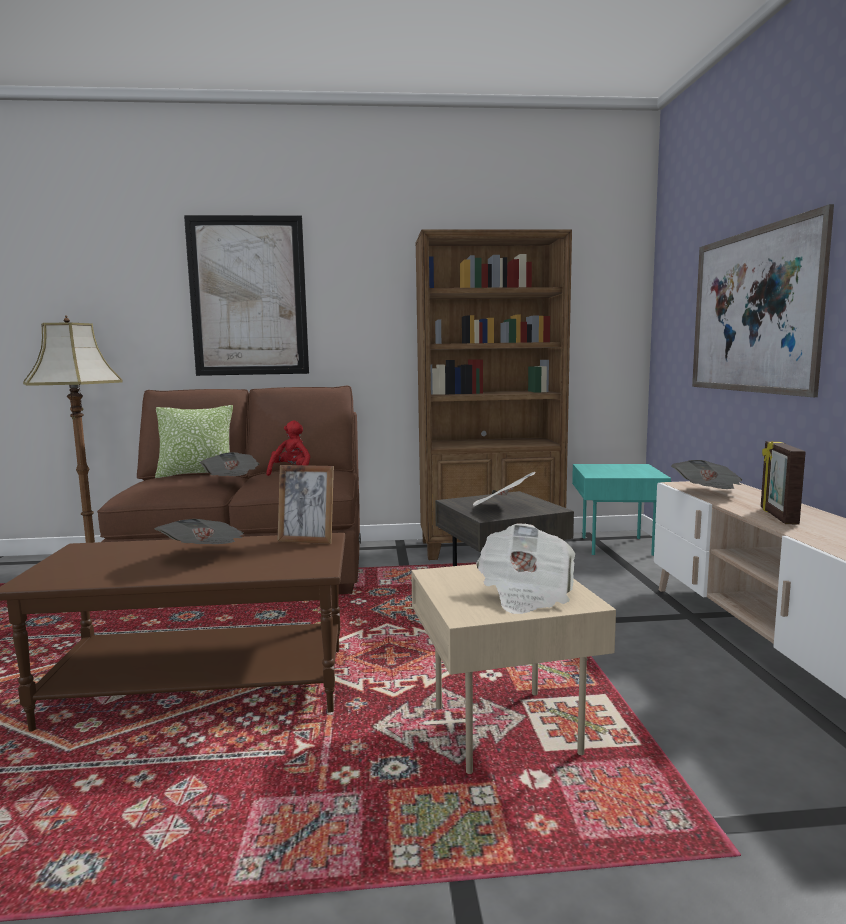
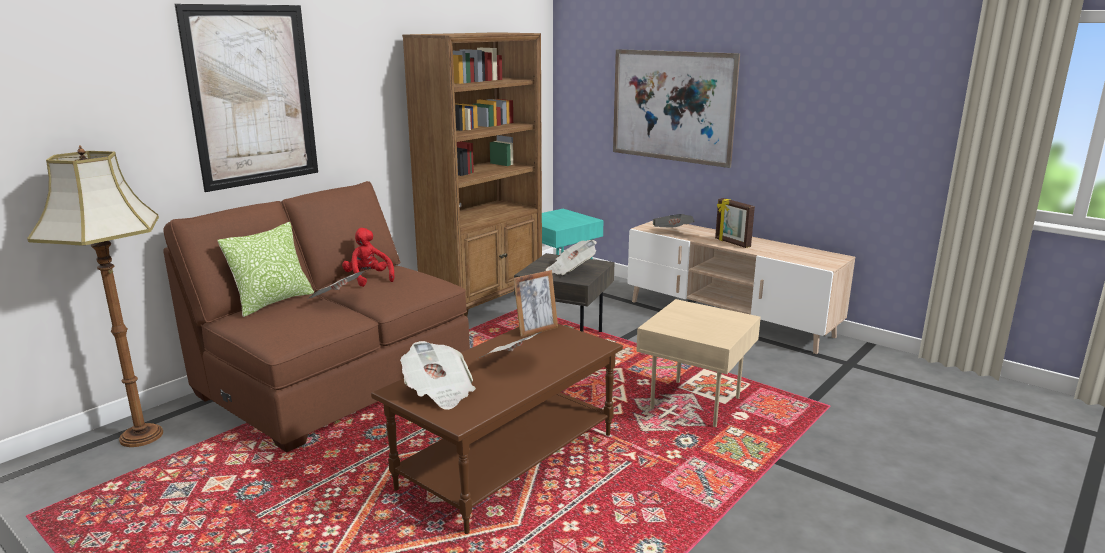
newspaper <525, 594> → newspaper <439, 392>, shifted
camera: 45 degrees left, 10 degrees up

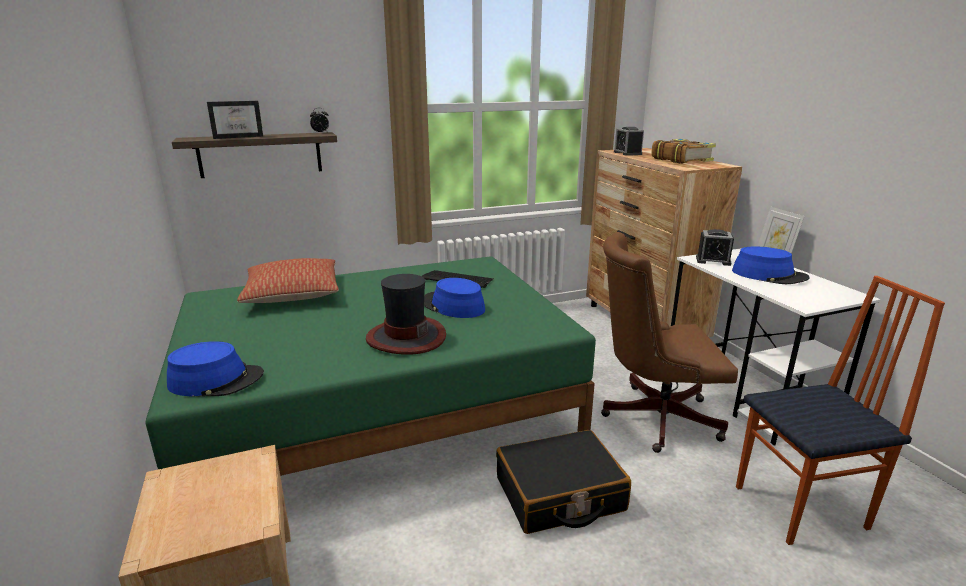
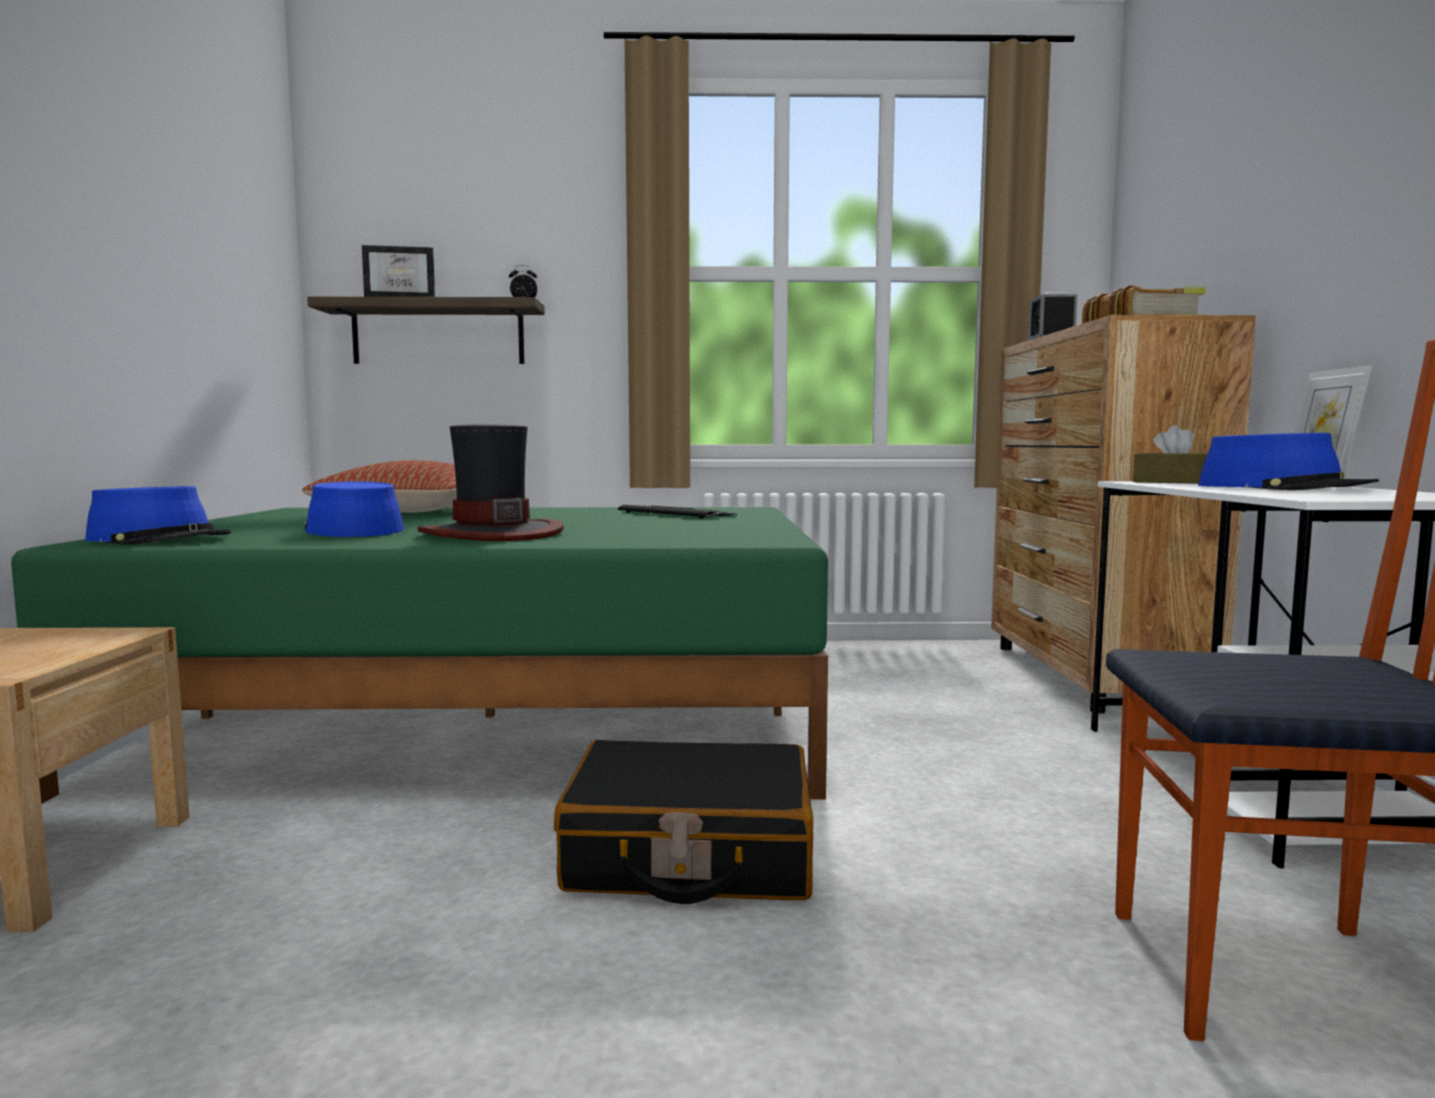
office chair (brown) <652, 417> → -
hat (blue) <453, 306> → hat (blue) <352, 530>, shifted
alarm clock <713, 260> → tissue box (brown) <1172, 482>
camera: 20 degrees right, 15 degrees down

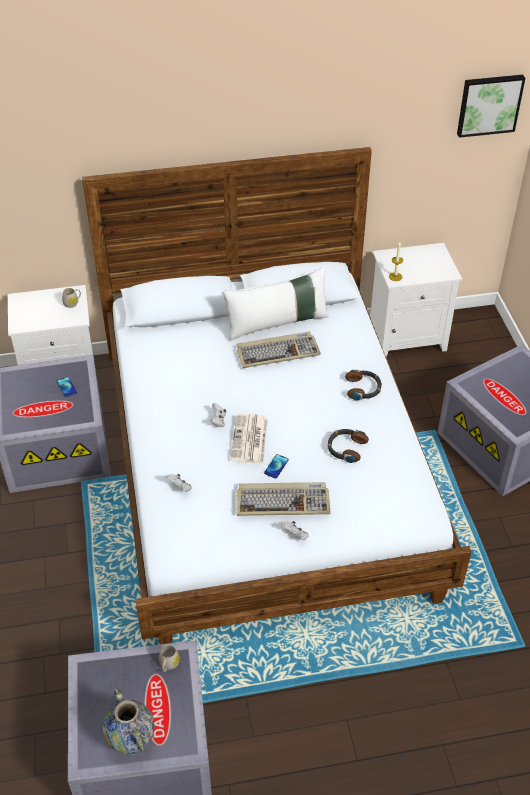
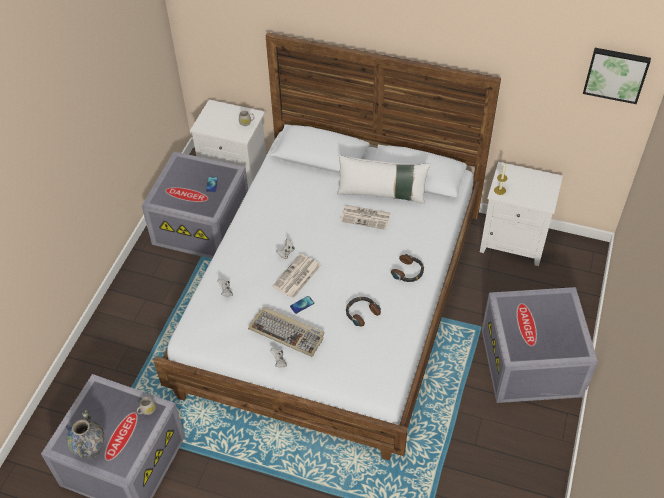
keyboard <278, 352> → newspaper <366, 217>
camera: 30 degrees right, 5 degrees up

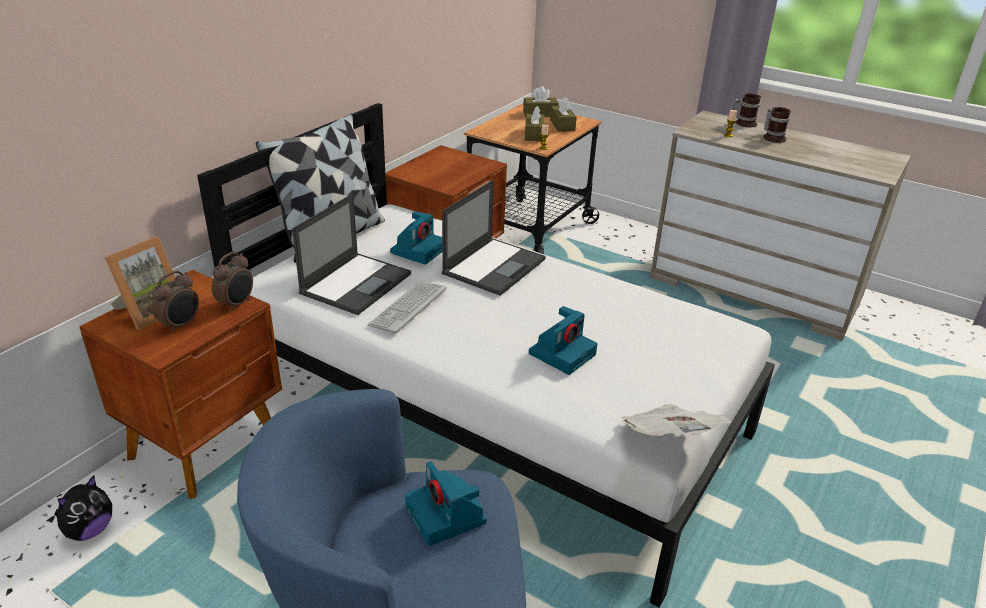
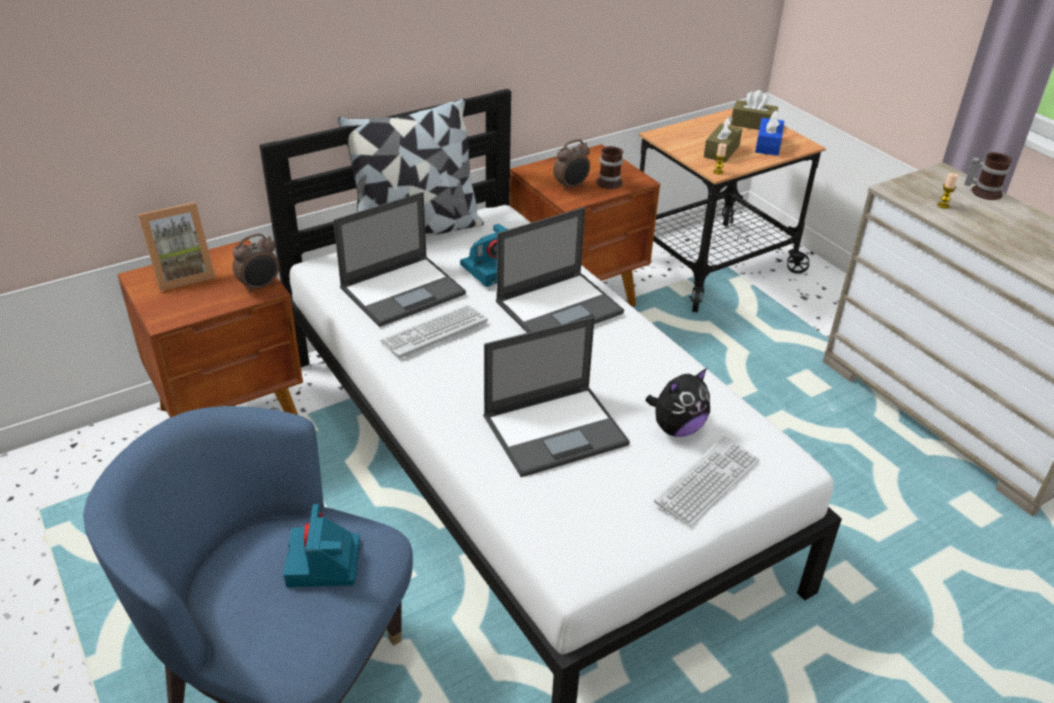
newspaper <669, 440> → -
- → keyboard <707, 482>
plush toy <89, 530> → plush toy <676, 428>, shifted
alarm clock <181, 325> → alarm clock <571, 187>, shifted
mug <774, 137> → mug <610, 181>, shifted
photo camera <562, 353> → laptop <556, 430>
tissue box (brown) <562, 125> → tissue box (blue) <768, 145>
camera: 25 degrees right, 5 degrees up

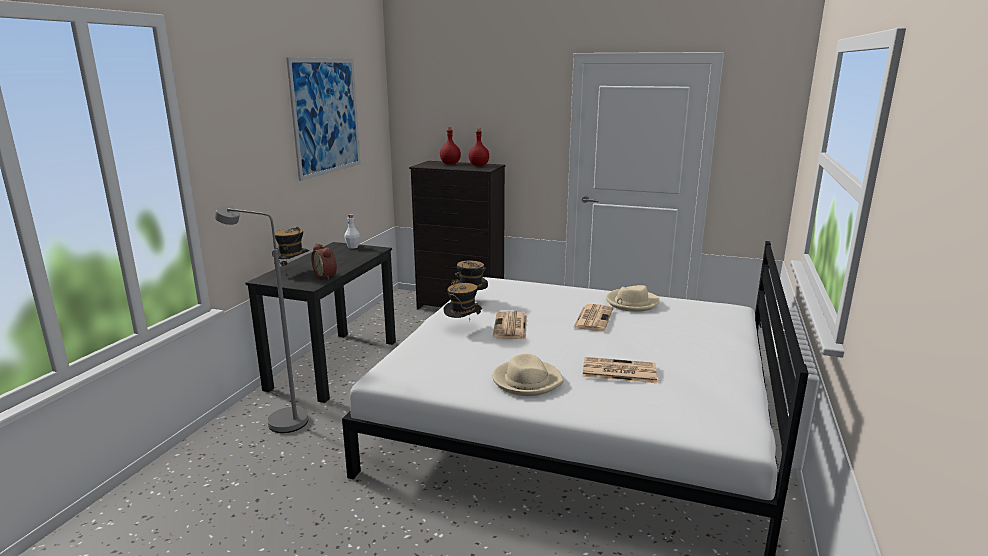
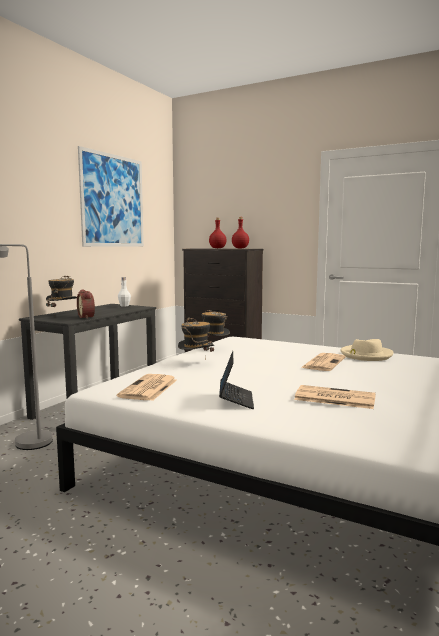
newspaper <510, 326> → newspaper <148, 388>, shifted
hat (beige) <527, 380> → laptop <236, 400>
camera: 10 degrees right, 10 degrees down

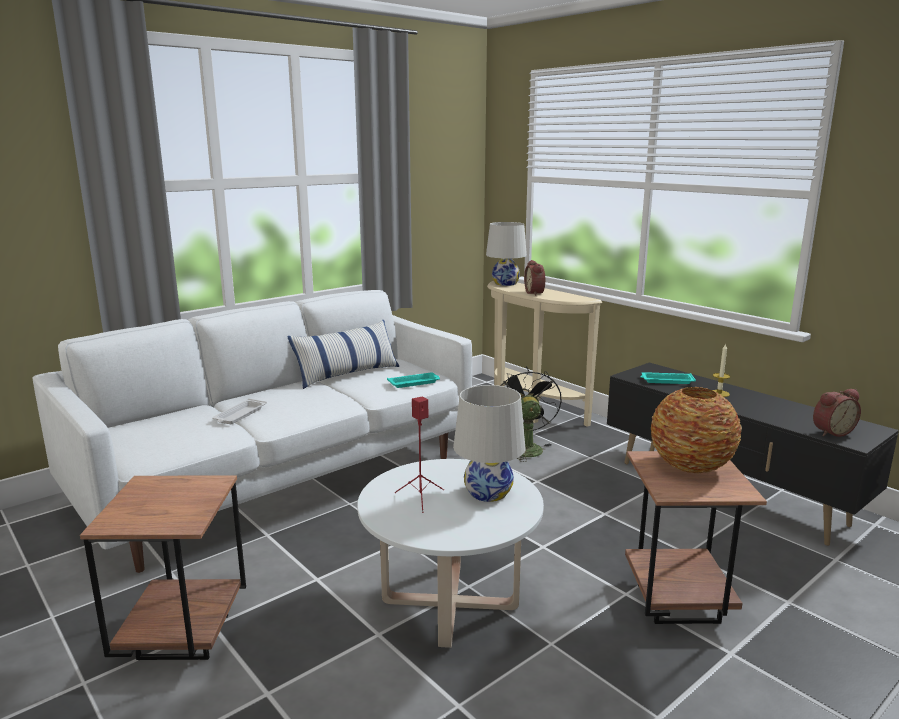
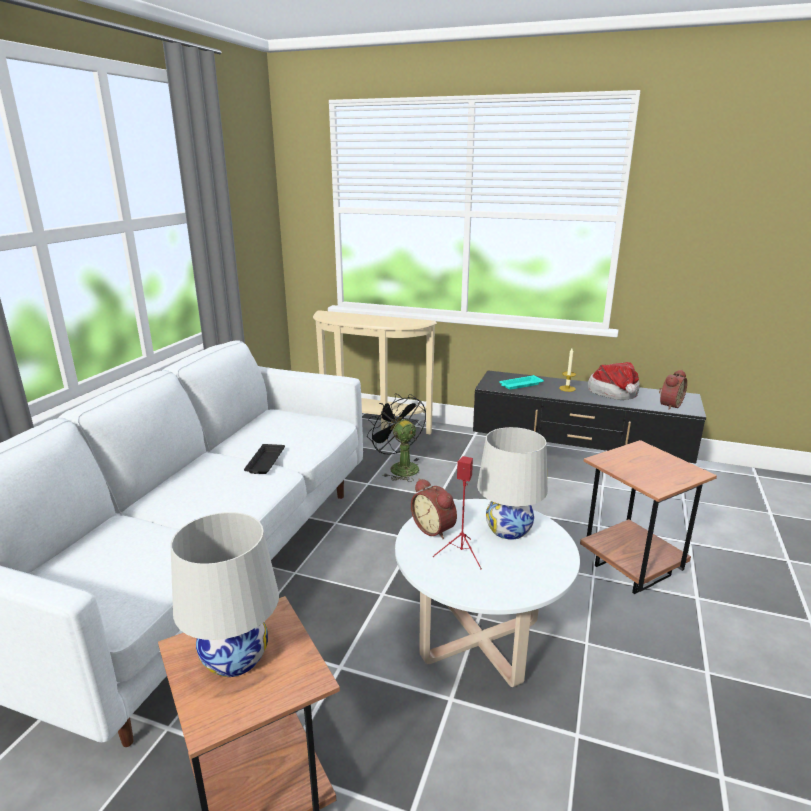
tray (white) <239, 415> → -
pillow <347, 374> → -
tray (turquoise) <414, 383> → -
vase <690, 465> → -
- → tray (black) <265, 463>
- → hat <614, 394>
table lamp (white) <505, 283> → table lamp (white) <235, 657>, shifted
alarm clock <536, 293> → alarm clock <435, 529>, shifted
camera: 30 degrees left, 5 degrees up

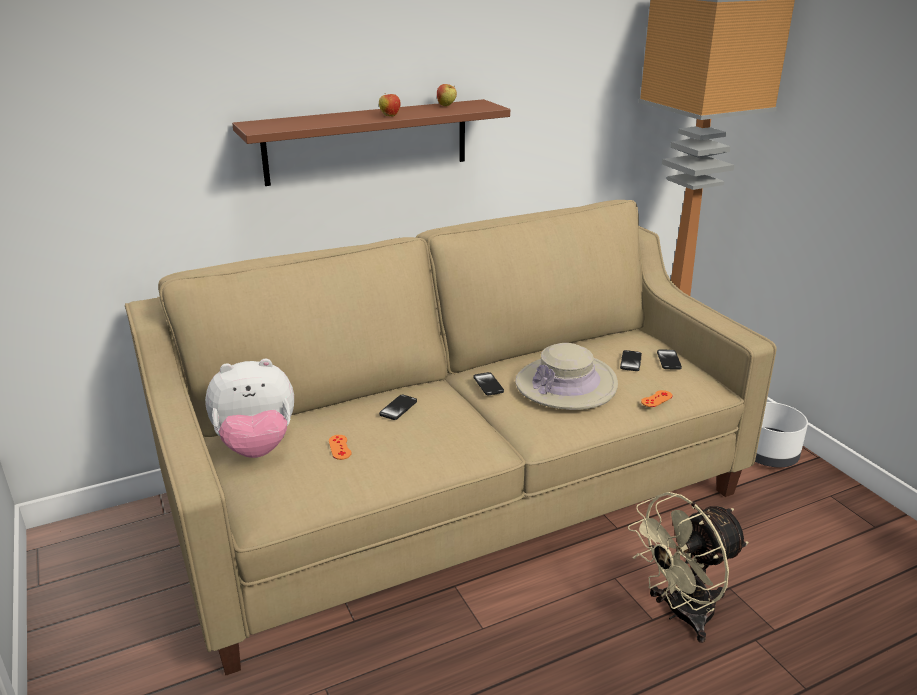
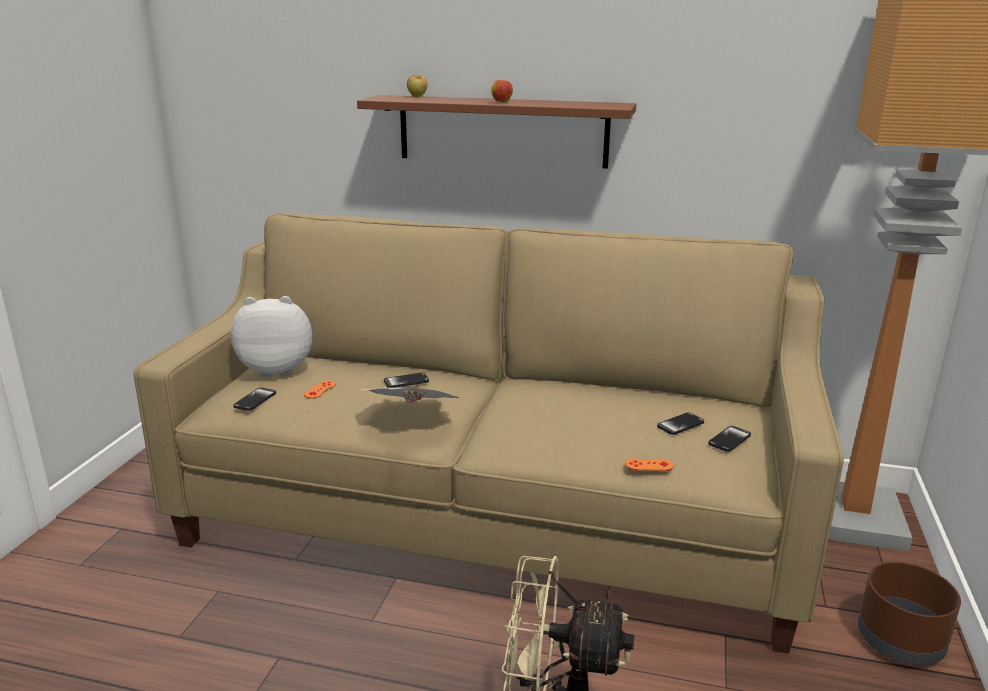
hat (beige) <566, 384> → -
- → newspaper <413, 417>
apple <446, 105> → apple <417, 97>, shifted
phone <488, 385> → phone <255, 400>, shifted
planter (white) <769, 455> → planter (brown) <901, 641>
plush toy <256, 446> → plush toy <277, 369>, 150 degrees clockwise
camera: 40 degrees right, 5 degrees down

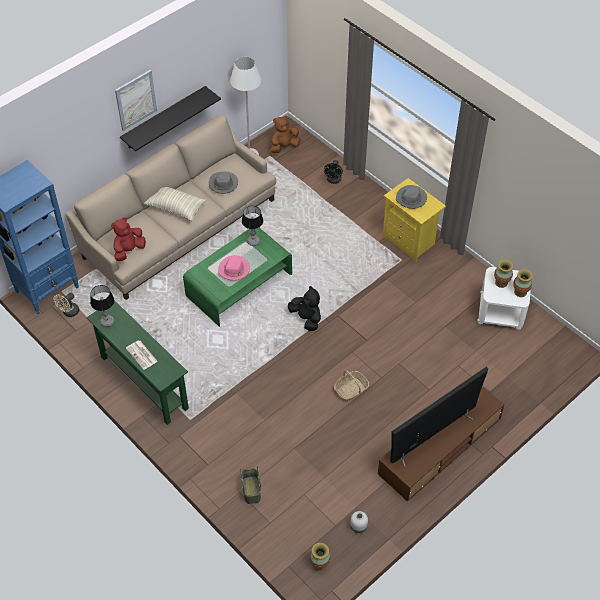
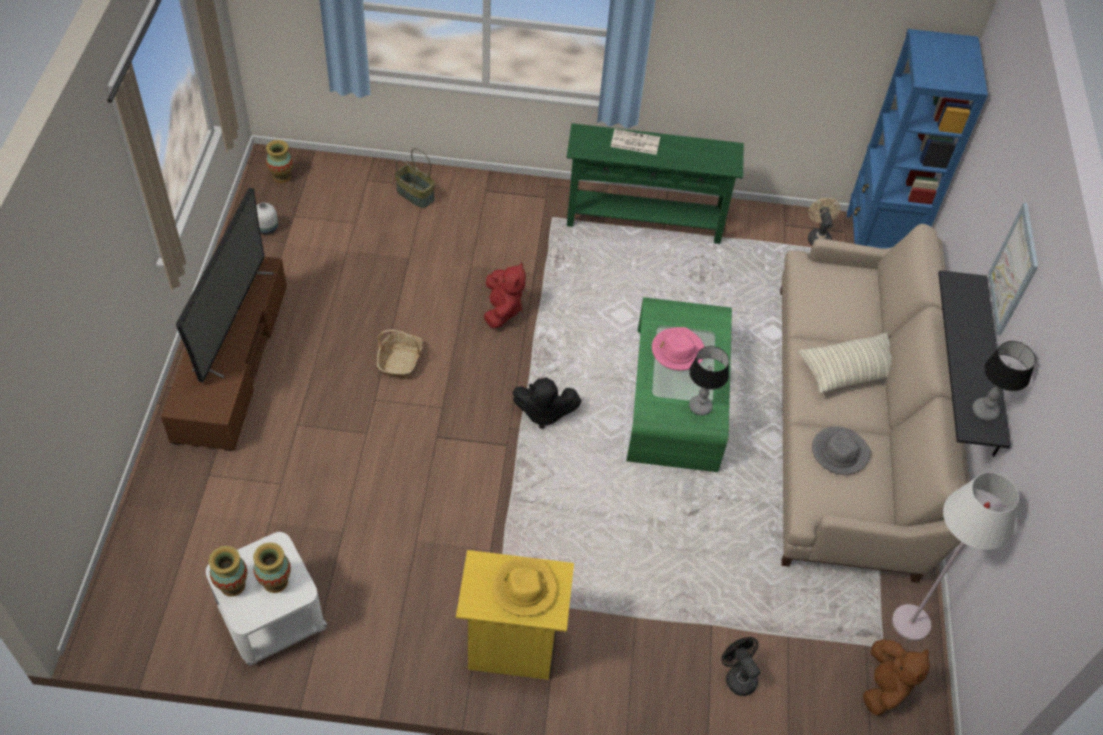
table lamp <107, 322> → table lamp <984, 411>, shifted
plush toy (red) <129, 250> → plush toy (red) <502, 309>, shifted
hat (grey) <411, 198> → hat (yellow) <524, 588>
camera: 135 degrees right, 0 degrees up

